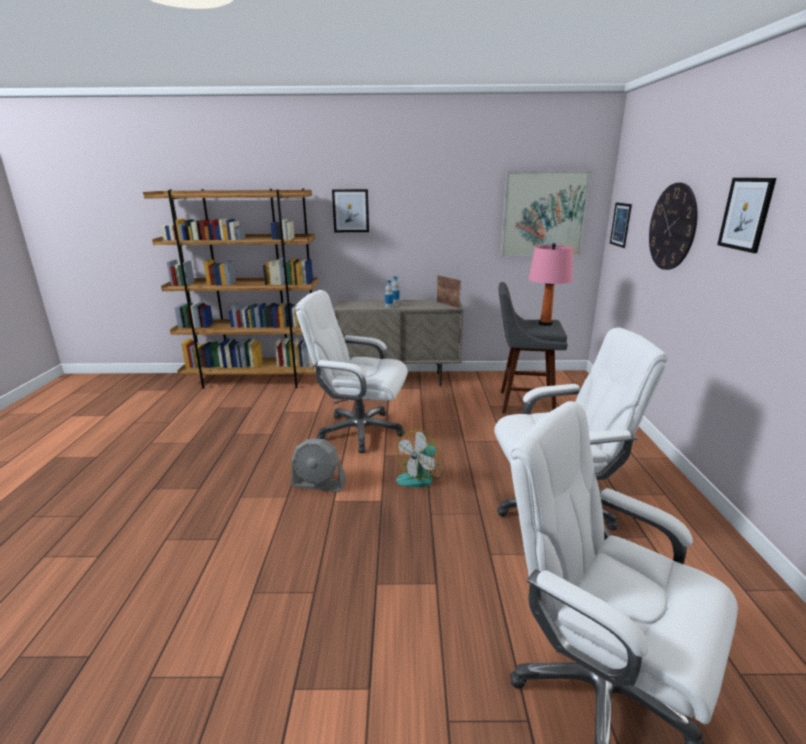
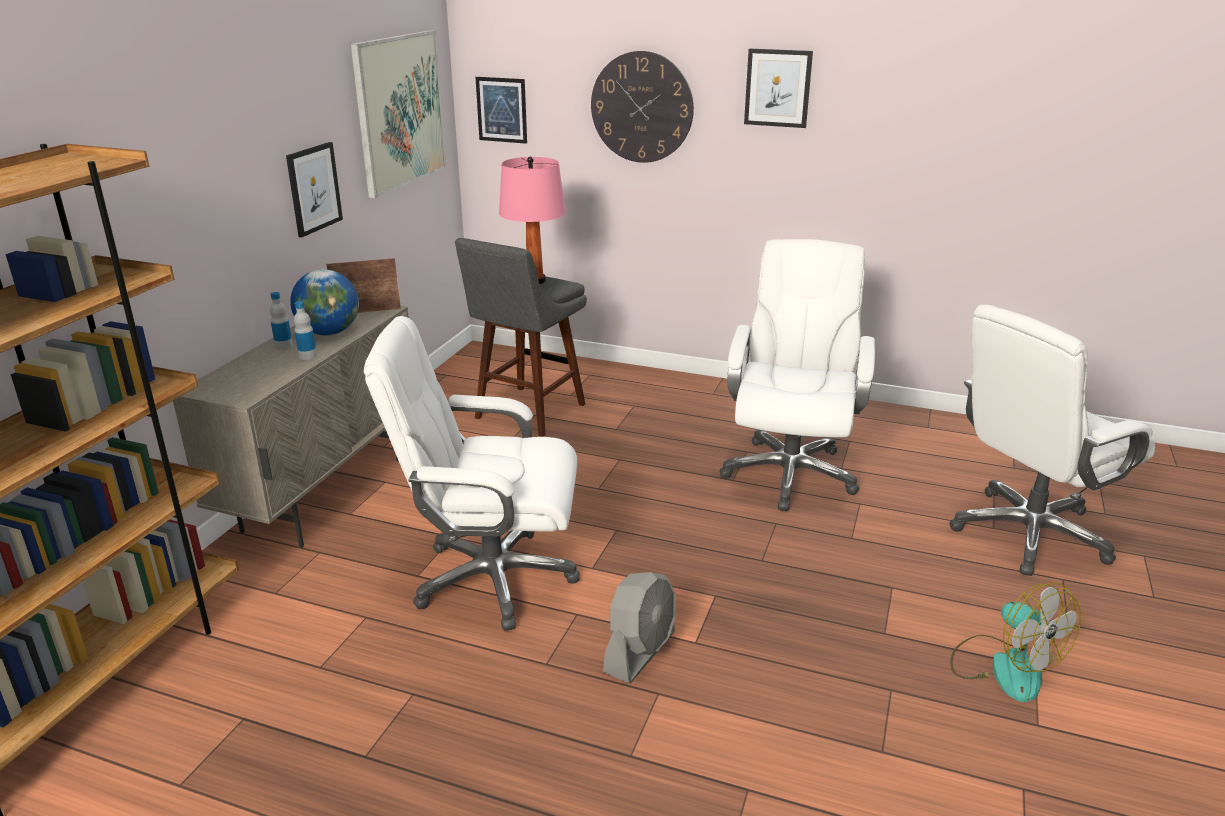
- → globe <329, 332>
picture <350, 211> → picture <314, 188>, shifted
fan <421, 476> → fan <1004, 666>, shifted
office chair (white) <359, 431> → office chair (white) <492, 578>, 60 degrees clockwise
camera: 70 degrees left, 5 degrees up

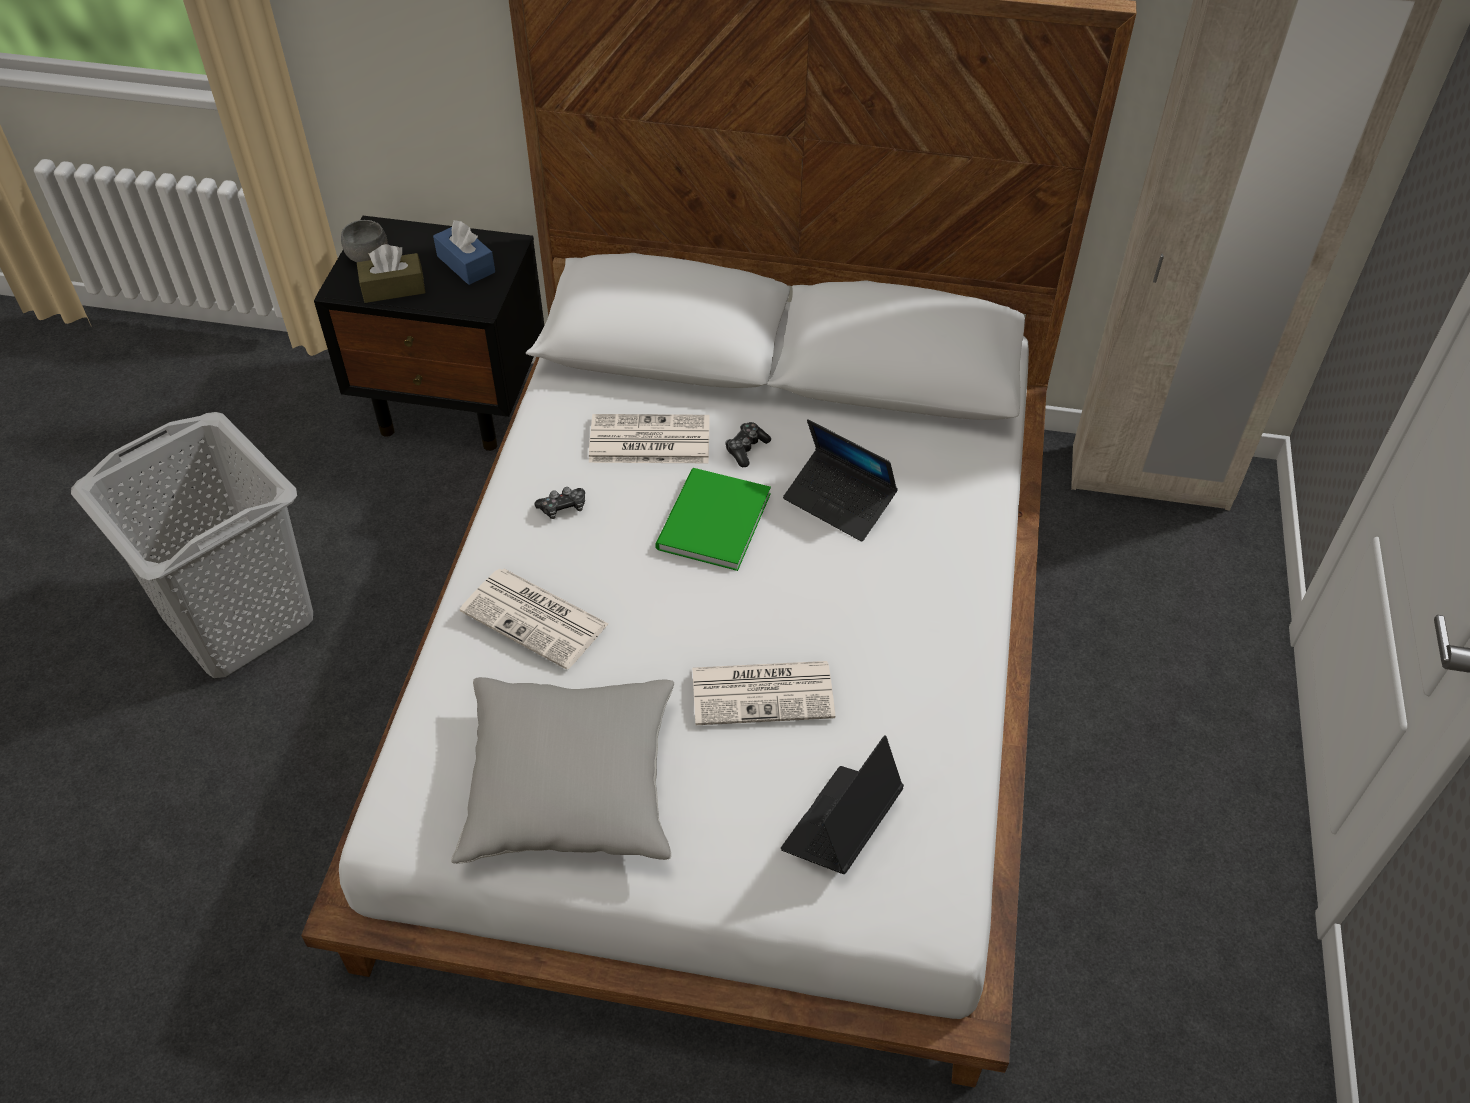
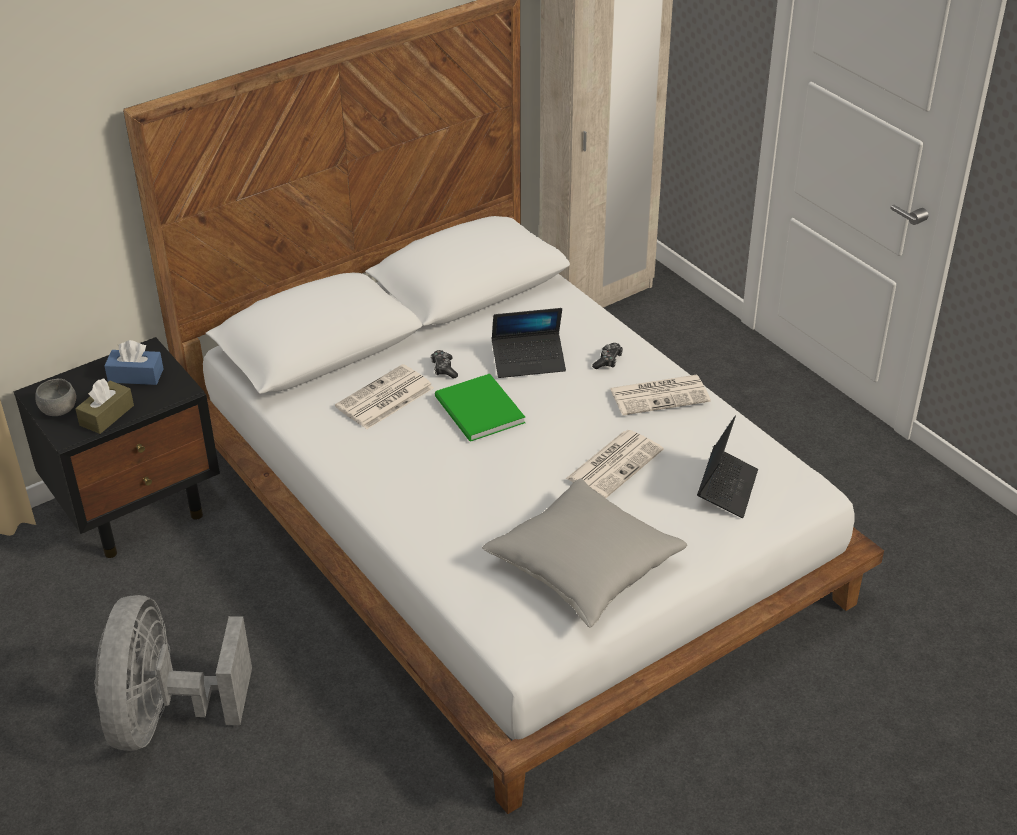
newspaper <536, 618> → newspaper <660, 395>, shifted
game controller <563, 507> → game controller <608, 361>, shifted
laundry basket (grey) <239, 619> → fan (grey) <166, 717>
laptop <841, 825> → laptop <727, 488>, 150 degrees counterclockwise
camera: 45 degrees left, 10 degrees down

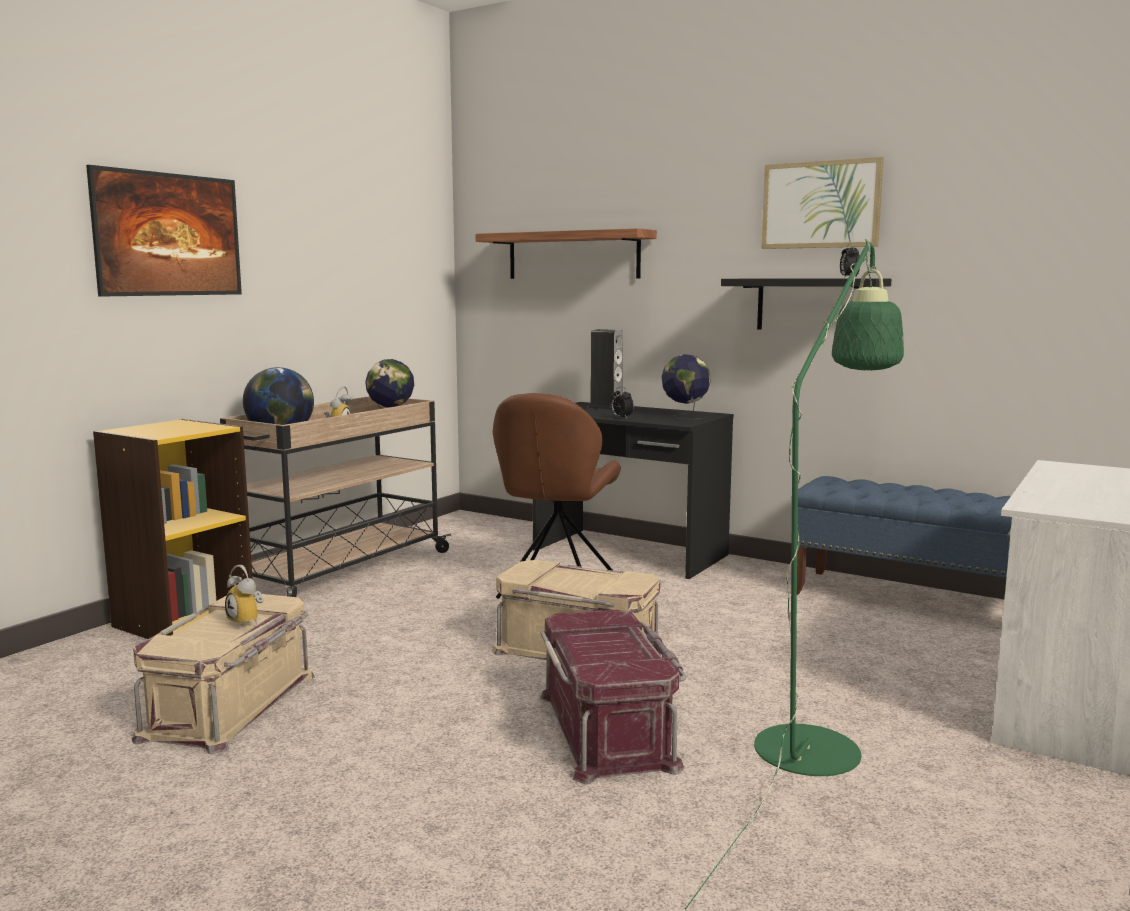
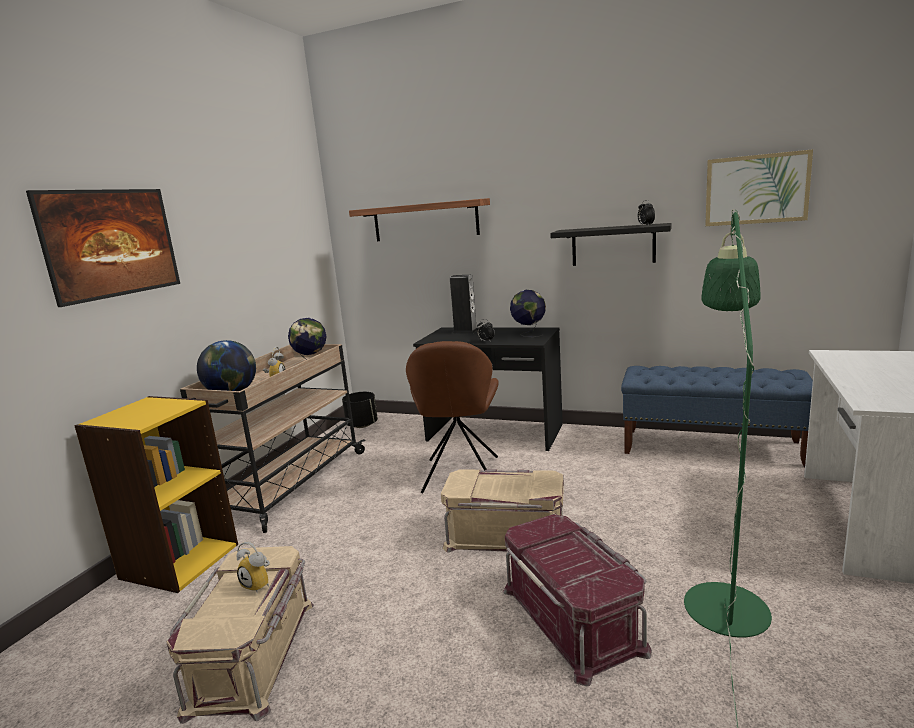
- → planter (black) <362, 425>
picture <821, 205> → picture <756, 189>, shifted
camera: 10 degrees left, 5 degrees up

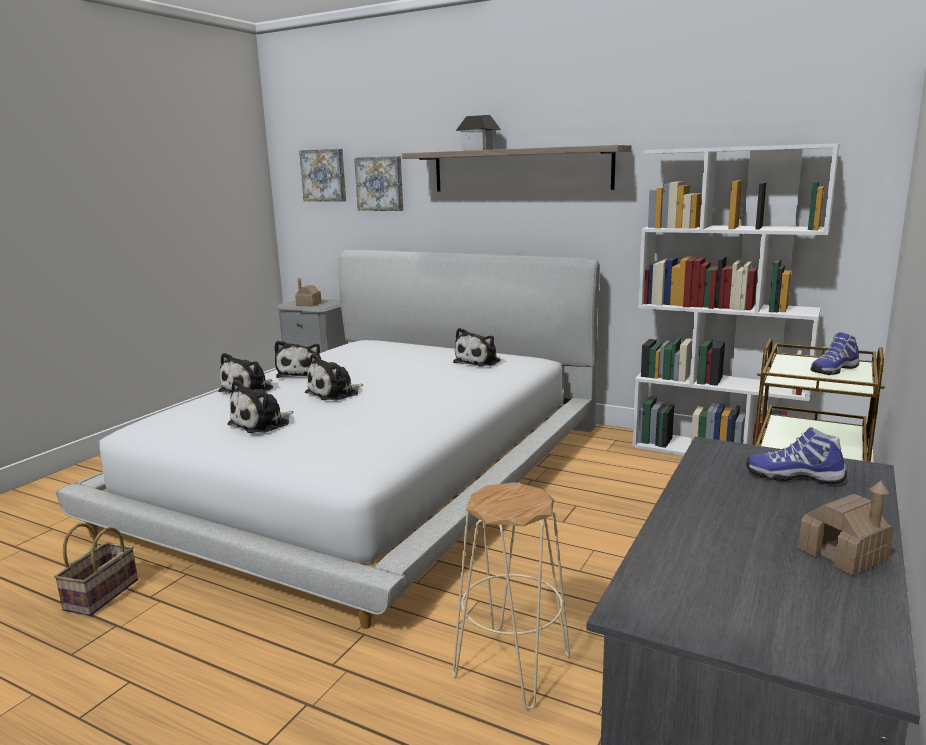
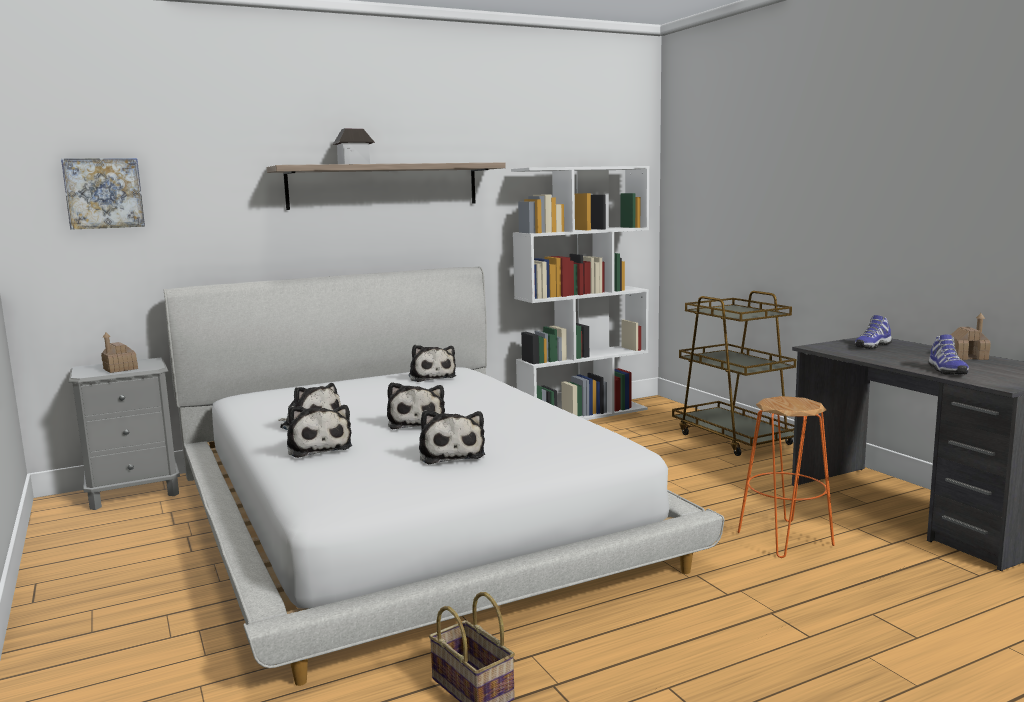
picture <380, 183> → -
shoe <833, 370> → shoe <945, 370>, shifted
stool (beige) <512, 666> → stool (orange) <784, 538>
camera: 55 degrees left, 5 degrees down

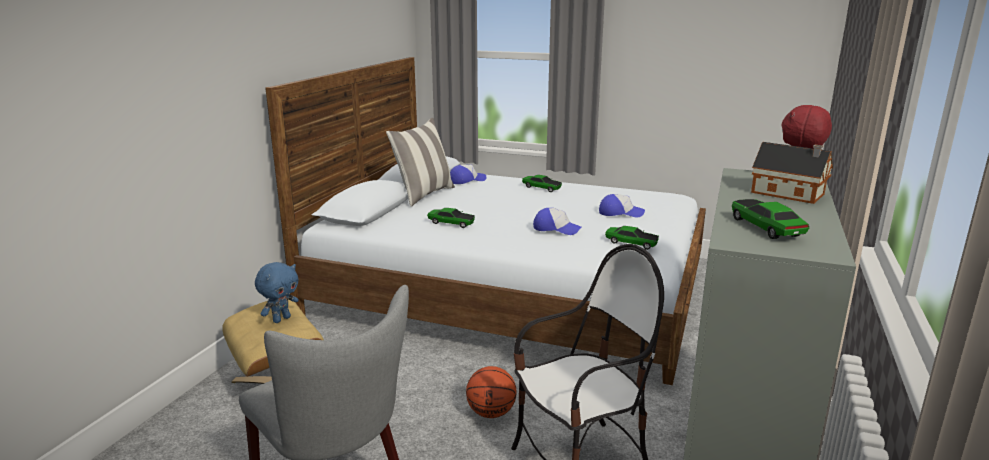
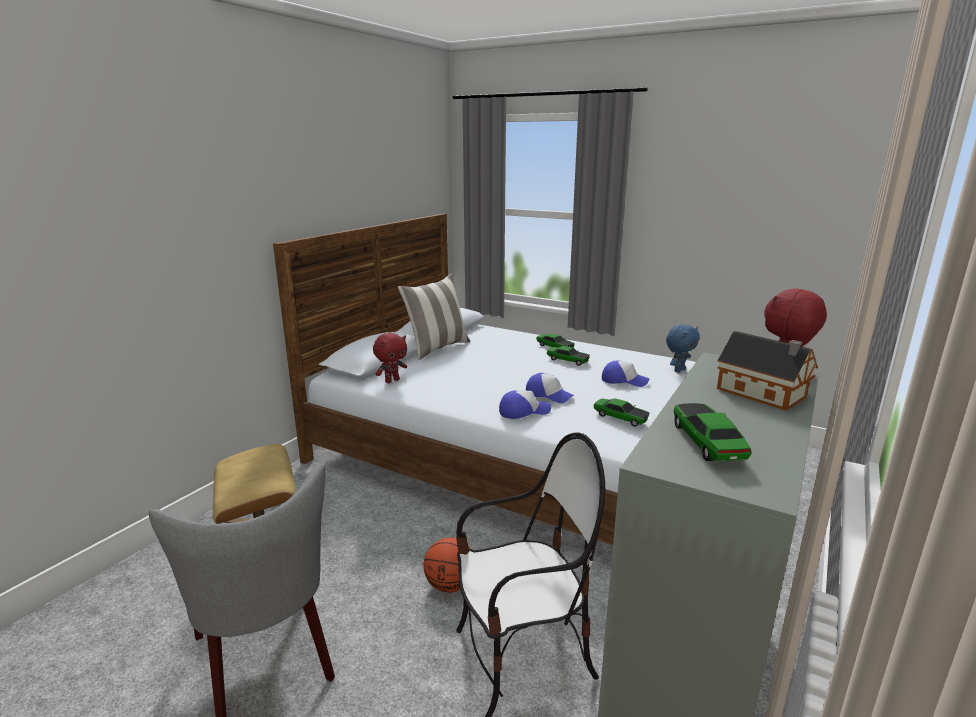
- → plush toy (red) <392, 380>
plush toy (blue) <281, 319> → plush toy (blue) <679, 370>, shifted
toy car <451, 223> → toy car <568, 360>, shifted
cap <466, 180> → cap <524, 411>, shifted
camera: 10 degrees right, 0 degrees up

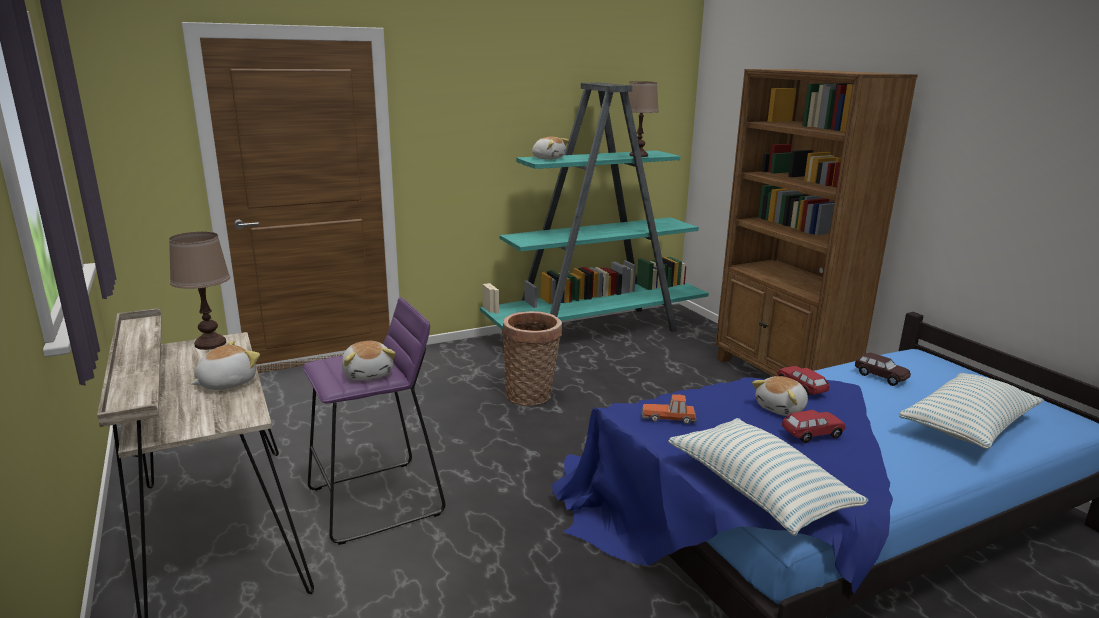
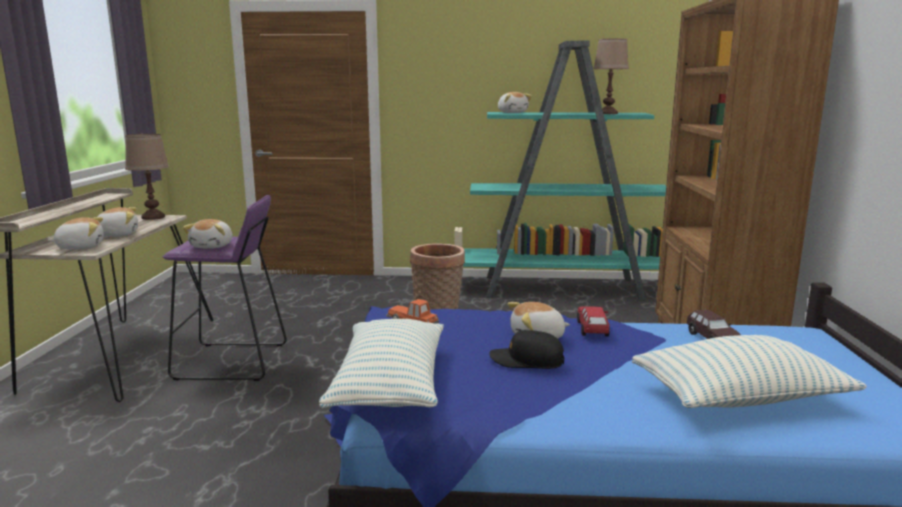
- → plush toy <81, 247>
toy car (red) <812, 434> → cap (black) <527, 360>
camera: 30 degrees right, 5 degrees down

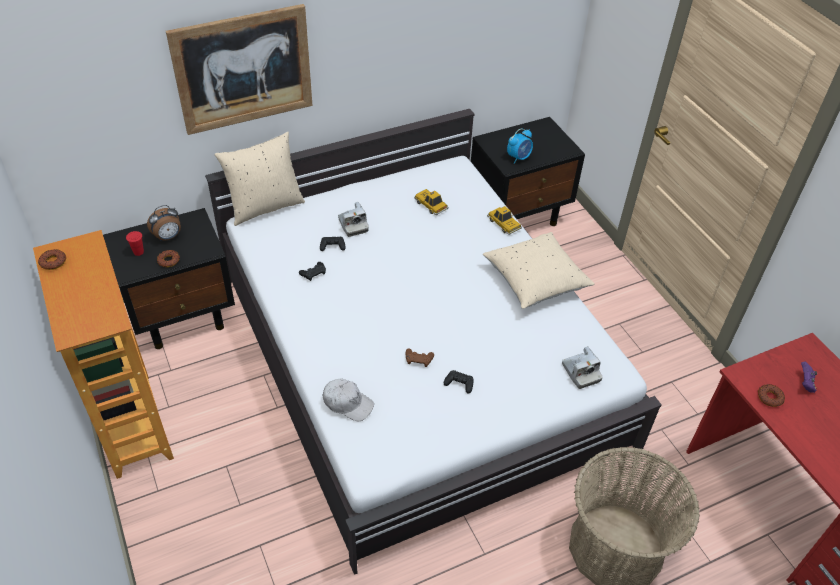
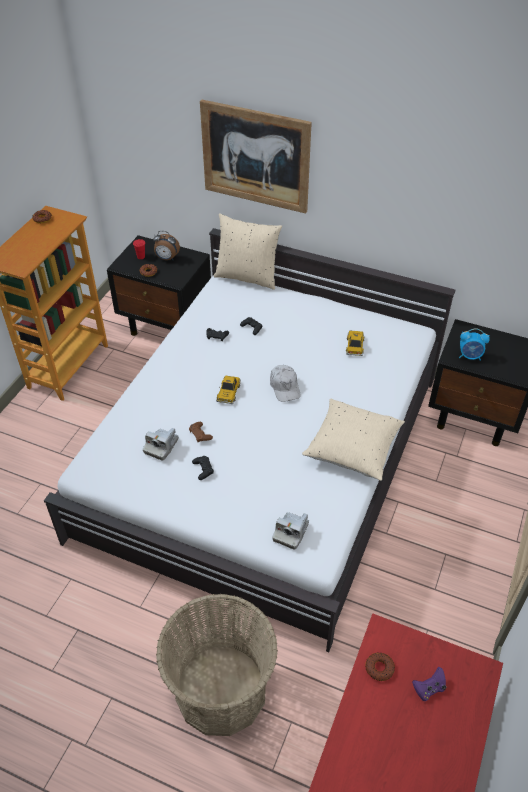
cap (white) <347, 403> → cap (white) <285, 387>, shifted
photo camera <353, 225> → photo camera <161, 446>, shifted
toy car <504, 224> → toy car <228, 392>, shifted
camera: 50 degrees right, 0 degrees up

